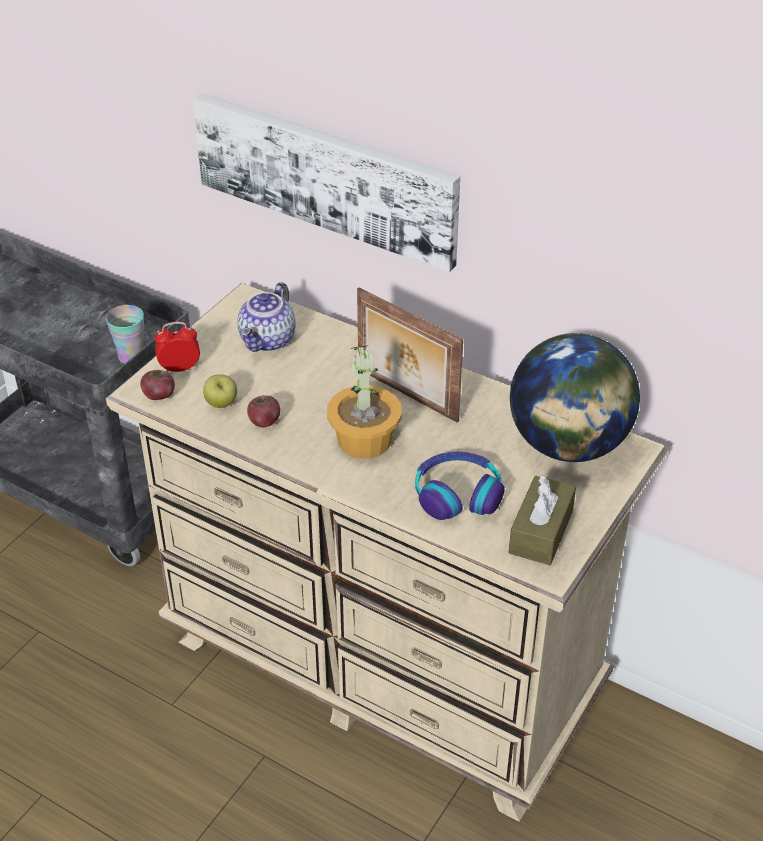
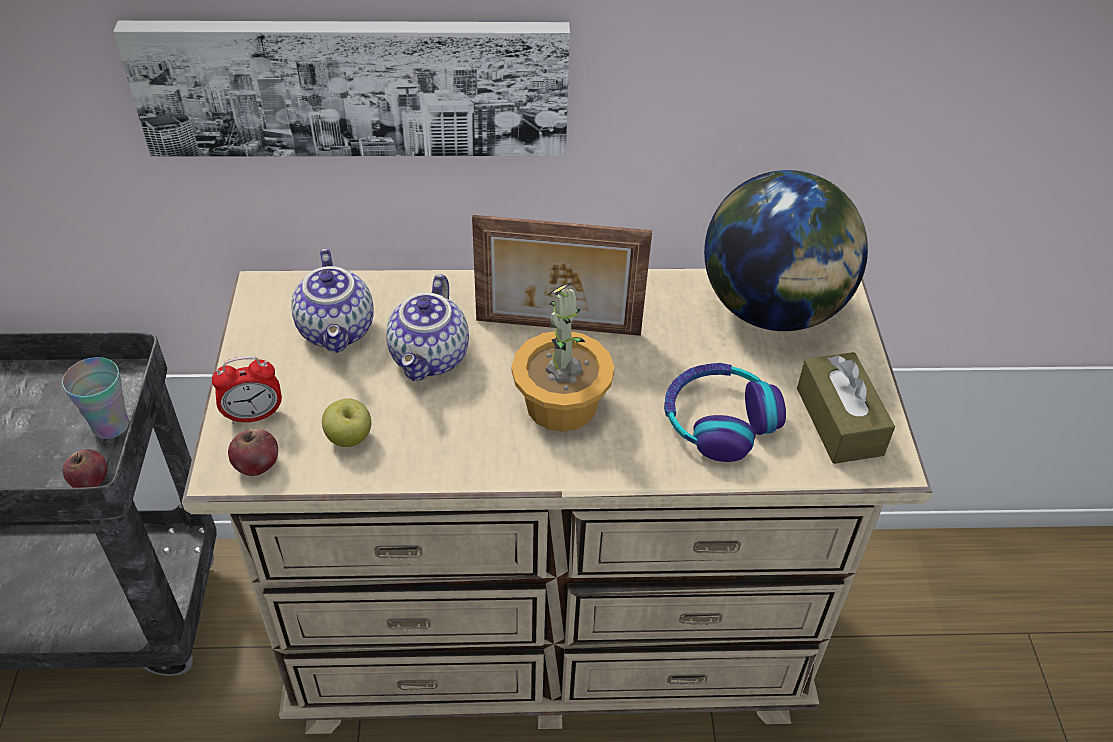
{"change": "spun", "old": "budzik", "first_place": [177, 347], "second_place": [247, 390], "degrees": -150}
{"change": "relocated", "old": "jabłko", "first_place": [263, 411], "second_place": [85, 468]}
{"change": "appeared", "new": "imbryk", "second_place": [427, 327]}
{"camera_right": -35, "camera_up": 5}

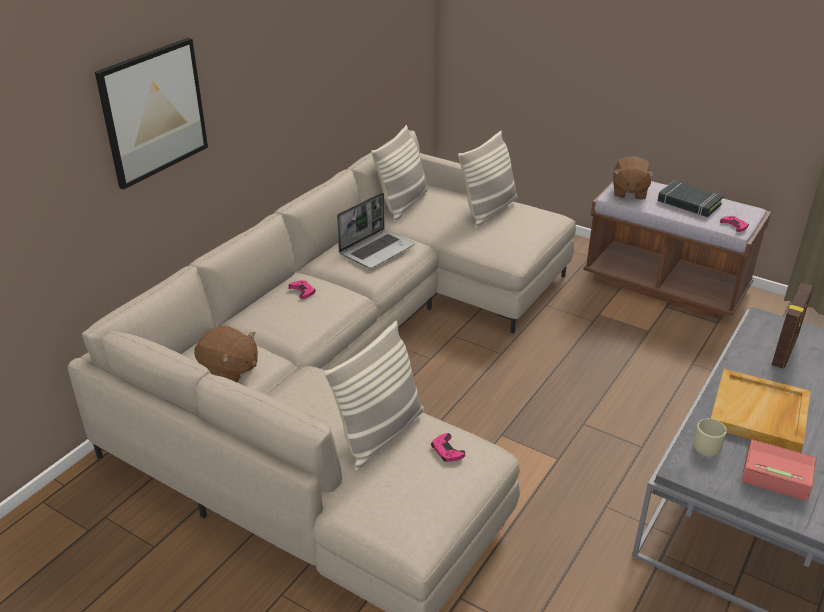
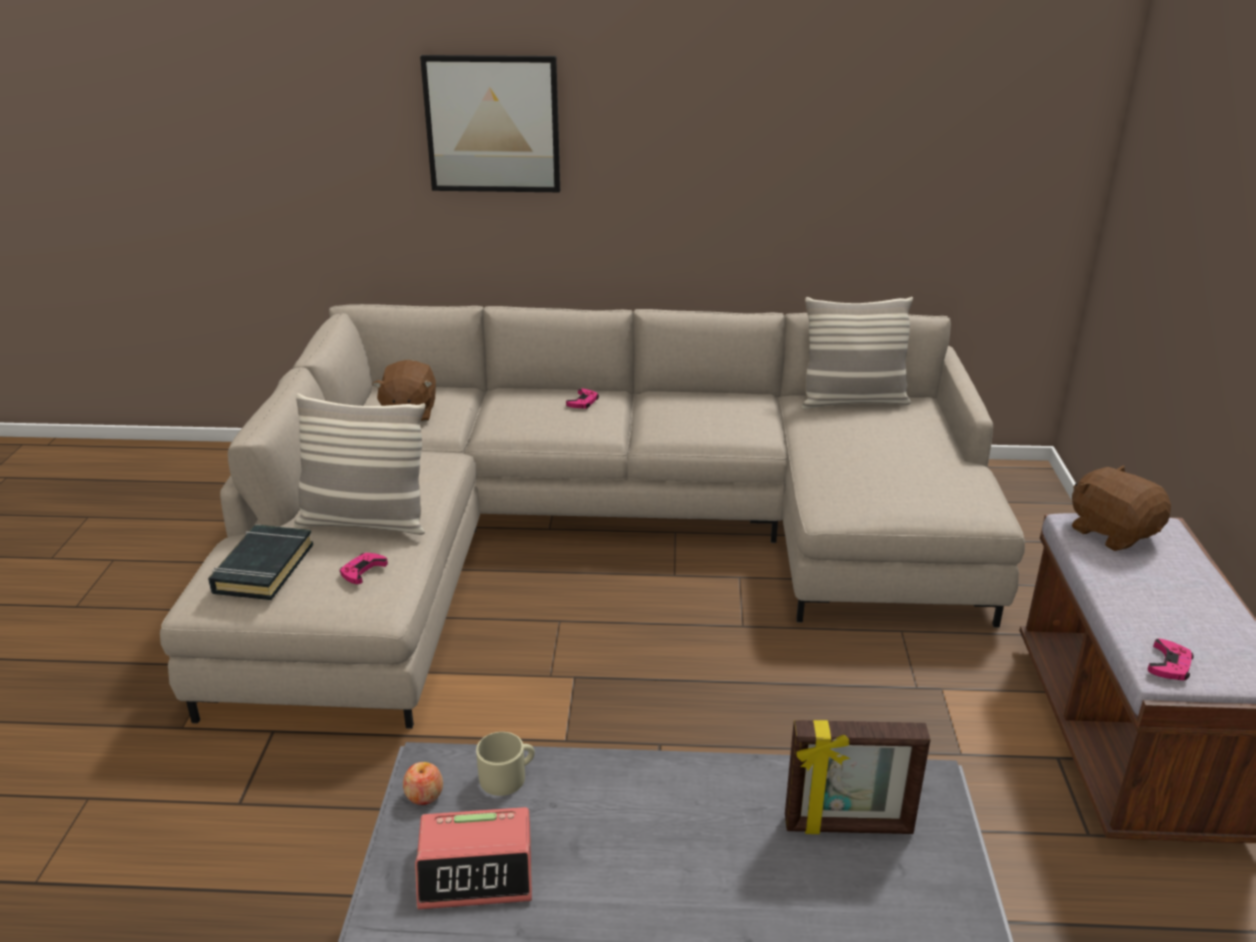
{"change": "missing", "old": "laptop", "first_place": [376, 230]}
{"change": "missing", "old": "poduszka", "first_place": [487, 179]}
{"change": "spun", "old": "pluszak/brązowy", "first_place": [634, 178], "second_place": [1121, 508], "degrees": 75}
{"change": "relocated", "old": "książka/czarny", "first_place": [690, 199], "second_place": [260, 562]}
{"change": "missing", "old": "taca/beżowy", "first_place": [761, 411]}
{"change": "spun", "old": "budzik", "first_place": [779, 470], "second_place": [473, 858], "degrees": 90}
{"change": "appeared", "new": "jabłko", "second_place": [423, 783]}
{"camera_right": 60, "camera_up": -5}

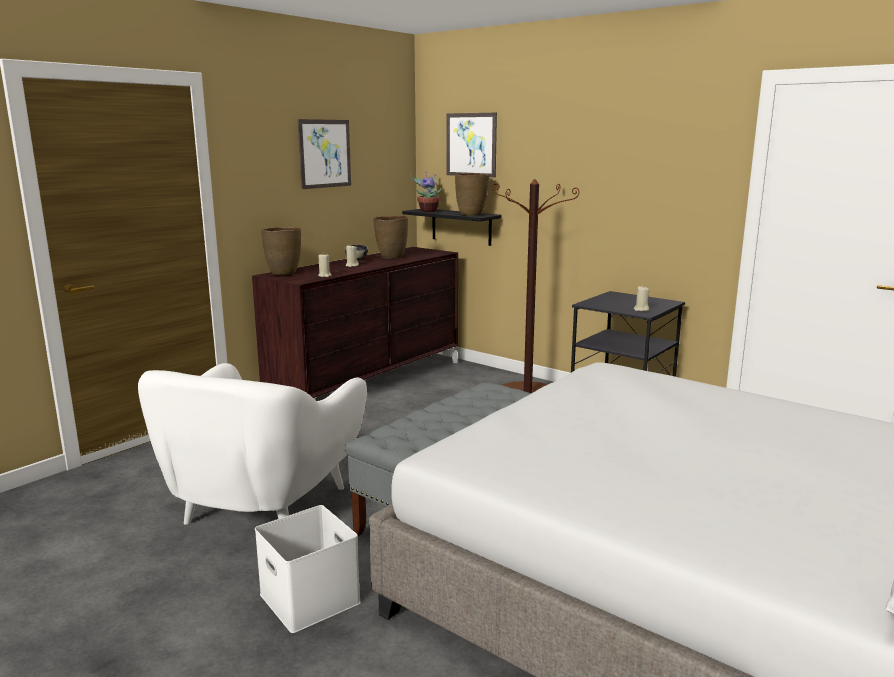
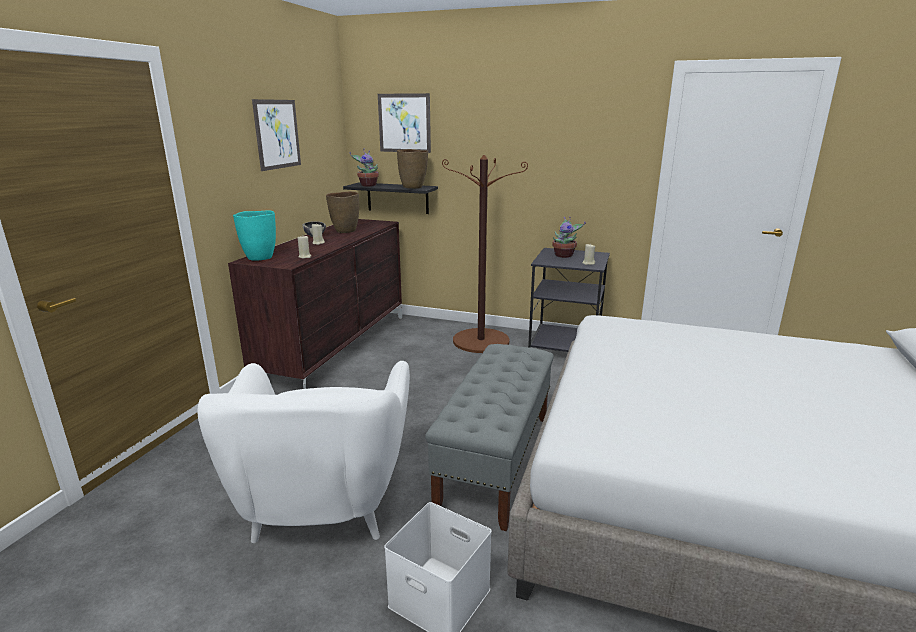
{"change": "colour", "old": "wazon/brązowy", "new": "wazon/turkusowy", "first_place": [281, 251], "second_place": [254, 235]}
{"change": "appeared", "new": "roślina doniczkowa", "second_place": [569, 237]}
{"camera_right": -20, "camera_up": 5}

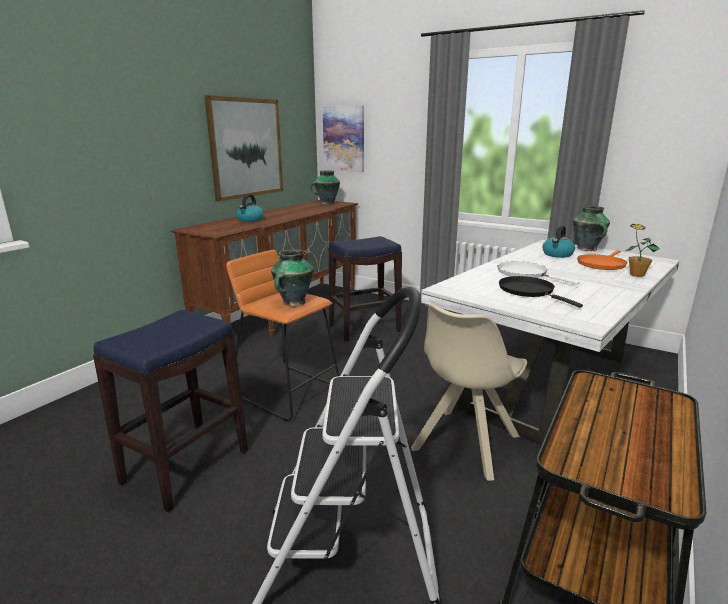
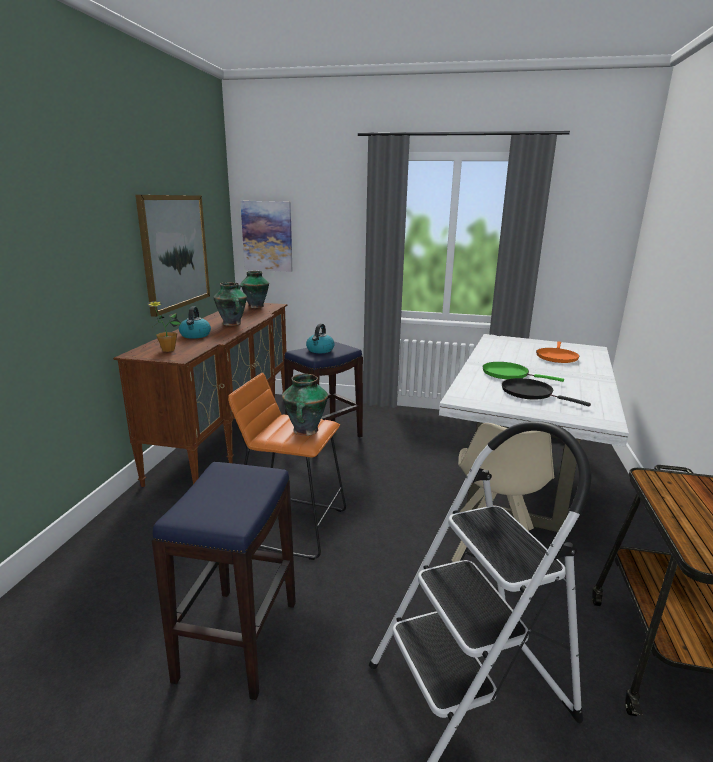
{"change": "colour", "old": "patelnia/biały", "new": "patelnia/zielony", "first_place": [538, 273], "second_place": [523, 372]}
{"change": "relocated", "old": "czajnik", "first_place": [558, 242], "second_place": [320, 338]}
{"change": "relocated", "old": "wazon", "first_place": [591, 228], "second_place": [230, 304]}
{"change": "relocated", "old": "roślina doniczkowa", "first_place": [642, 250], "second_place": [164, 326]}
{"camera_right": -20, "camera_up": 0}

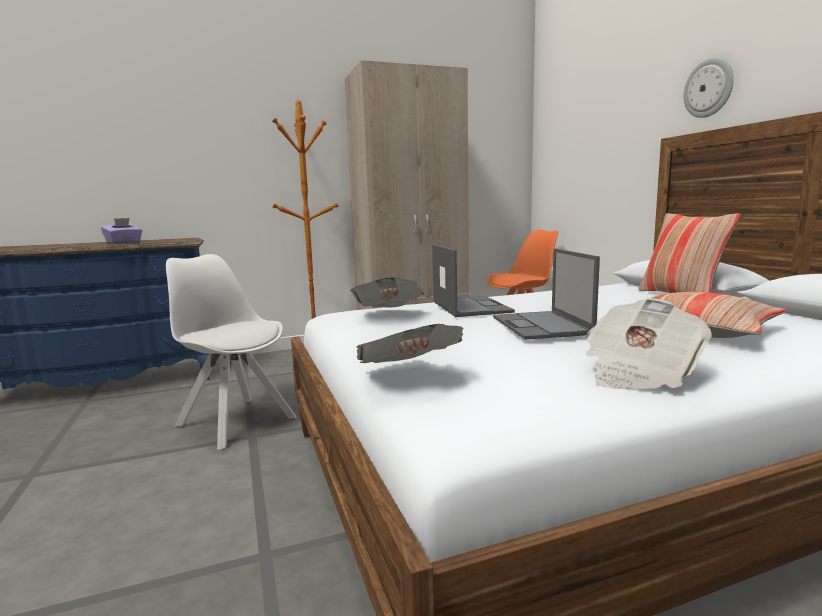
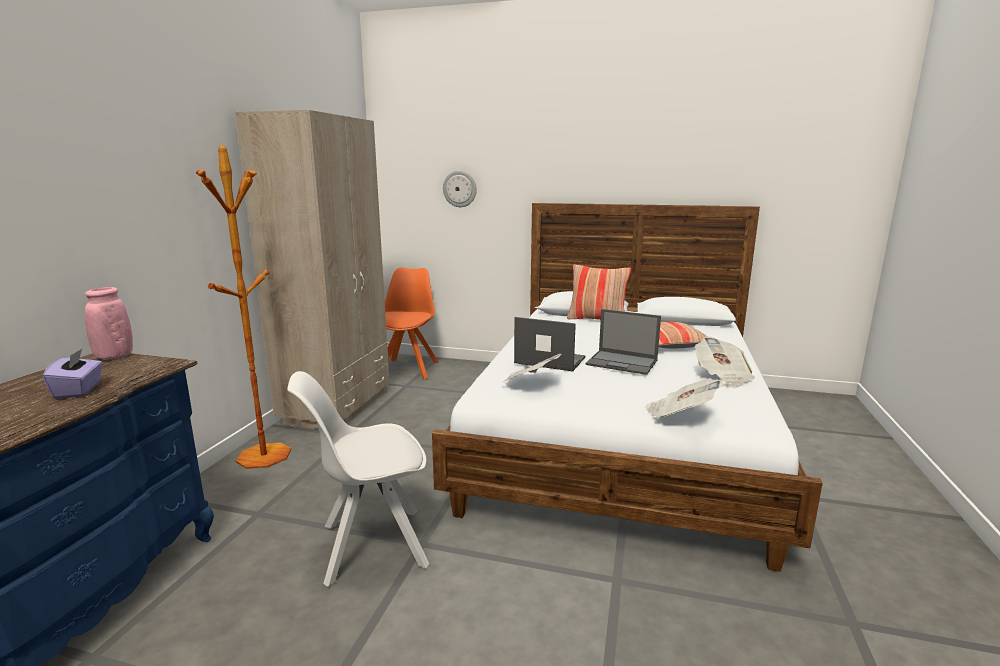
{"change": "relocated", "old": "zegar ścienny", "first_place": [709, 88], "second_place": [460, 189]}
{"change": "appeared", "new": "wazon/różowy", "second_place": [109, 323]}
{"camera_right": -55, "camera_up": 5}

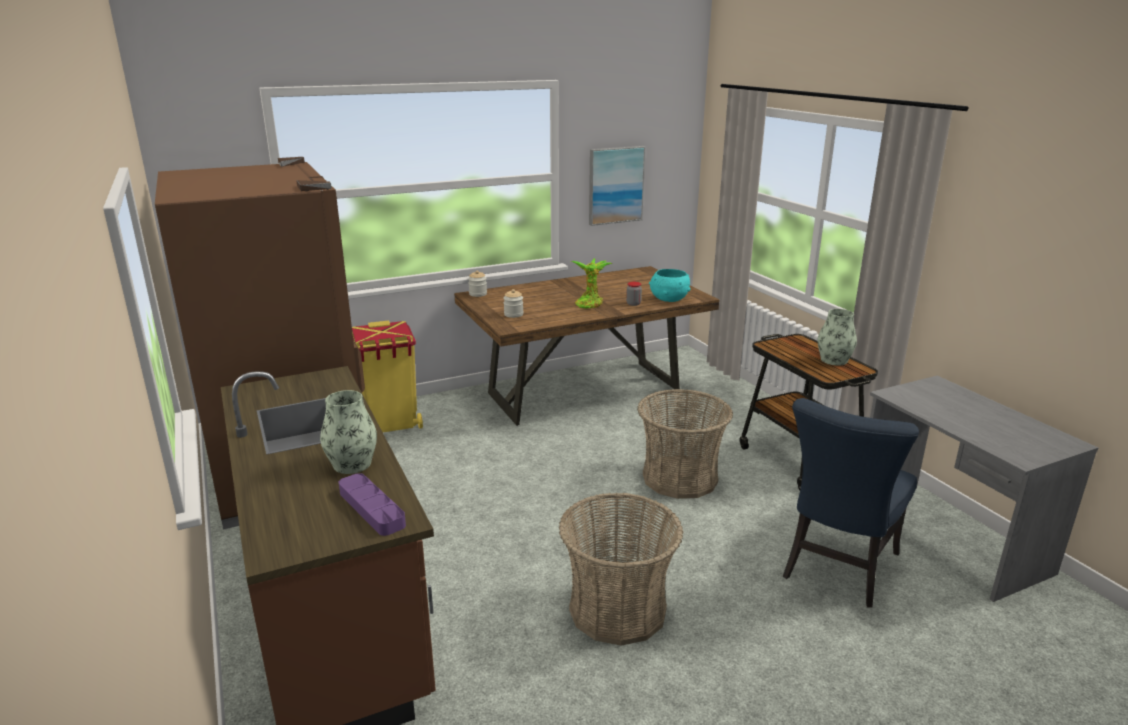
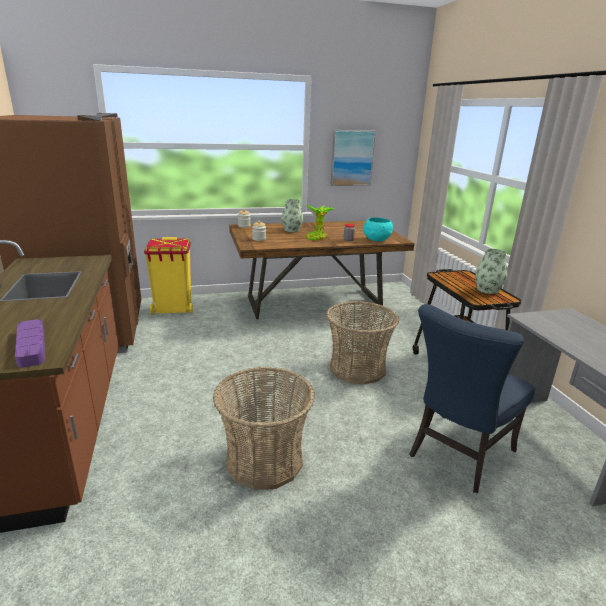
{"change": "relocated", "old": "wazon", "first_place": [348, 432], "second_place": [292, 215]}
{"camera_right": 10, "camera_up": 0}

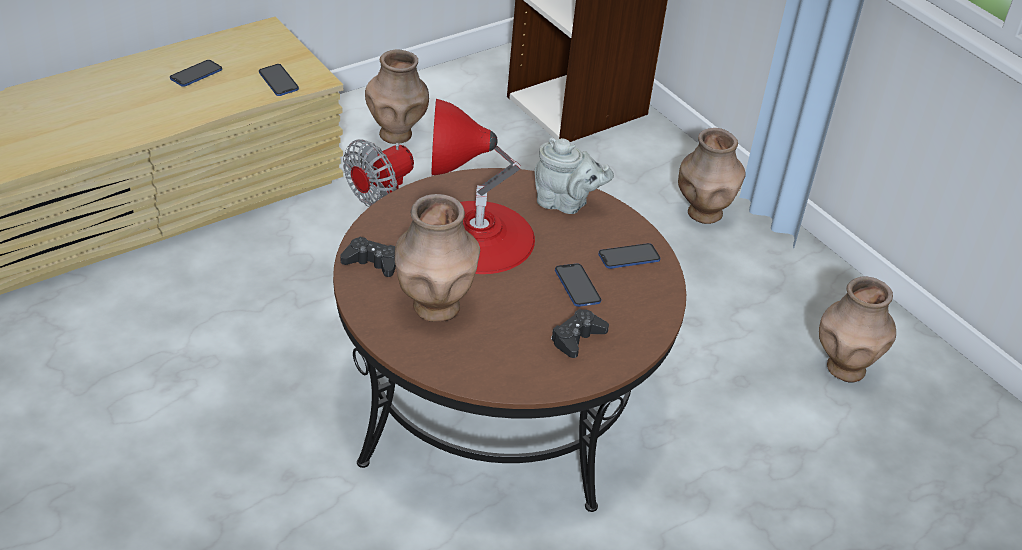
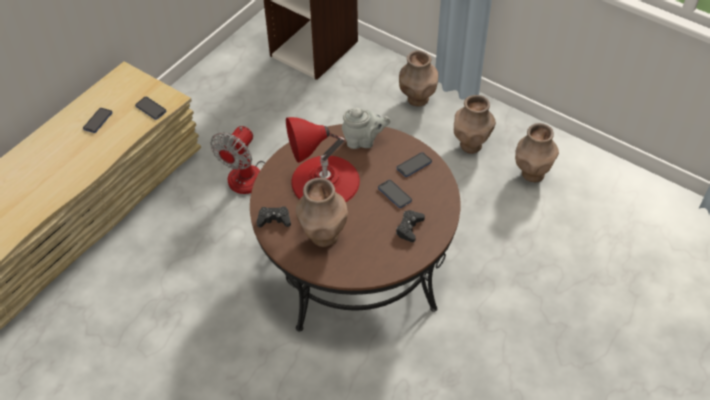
{"change": "relocated", "old": "wazon/brązowy", "first_place": [397, 97], "second_place": [475, 124]}
{"camera_right": -15, "camera_up": 10}

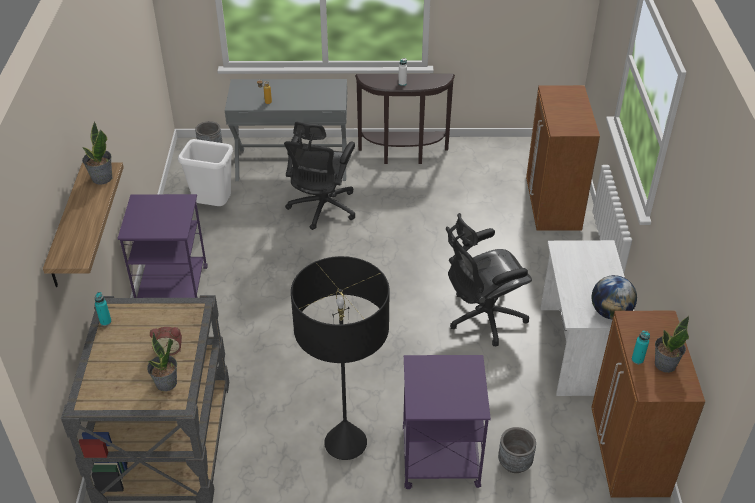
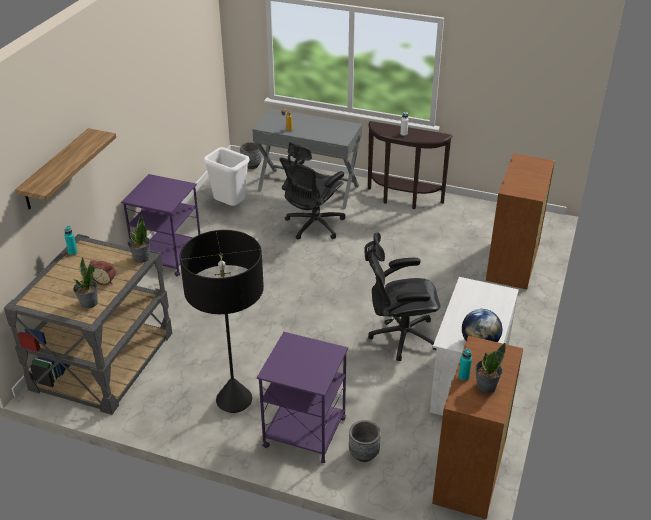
{"change": "relocated", "old": "roślina doniczkowa", "first_place": [97, 153], "second_place": [139, 238]}
{"camera_right": 20, "camera_up": -5}

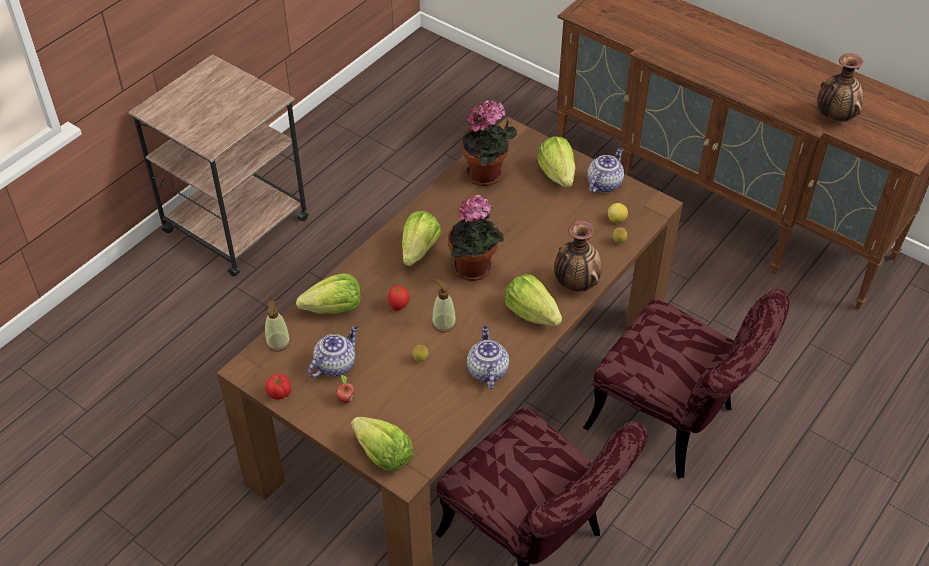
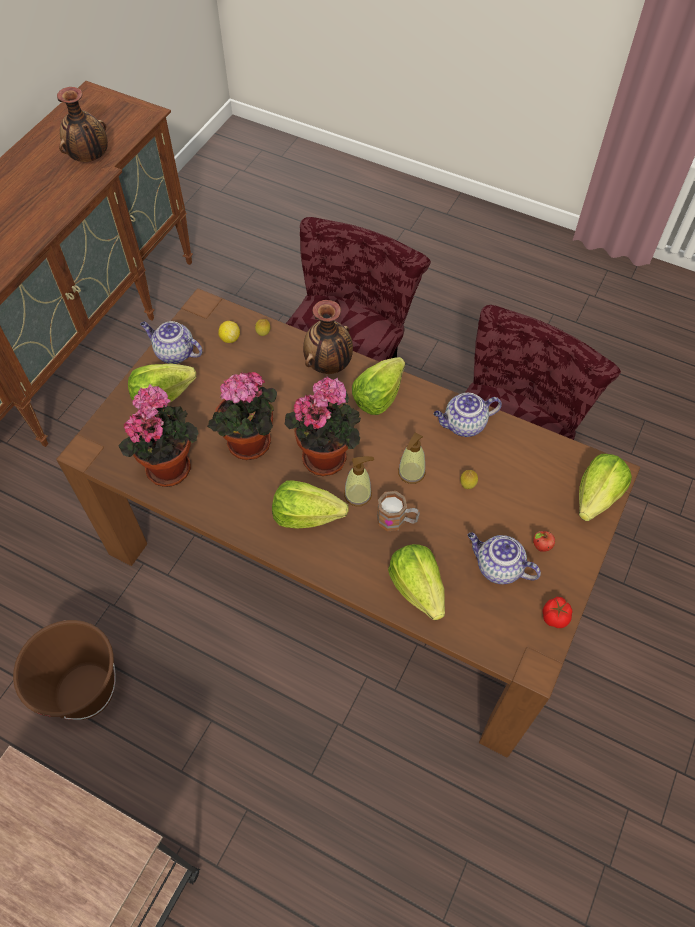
{"change": "relocated", "old": "dozownik mydła", "first_place": [278, 326], "second_place": [359, 481]}
{"change": "exchanged", "old": "pomidor", "new": "kubek", "first_place": [399, 298], "second_place": [398, 511]}
{"change": "appeared", "new": "wiadro/brązowy", "second_place": [64, 670]}
{"change": "appeared", "new": "roślina doniczkowa", "second_place": [242, 416]}
{"camera_right": -100, "camera_up": 10}

